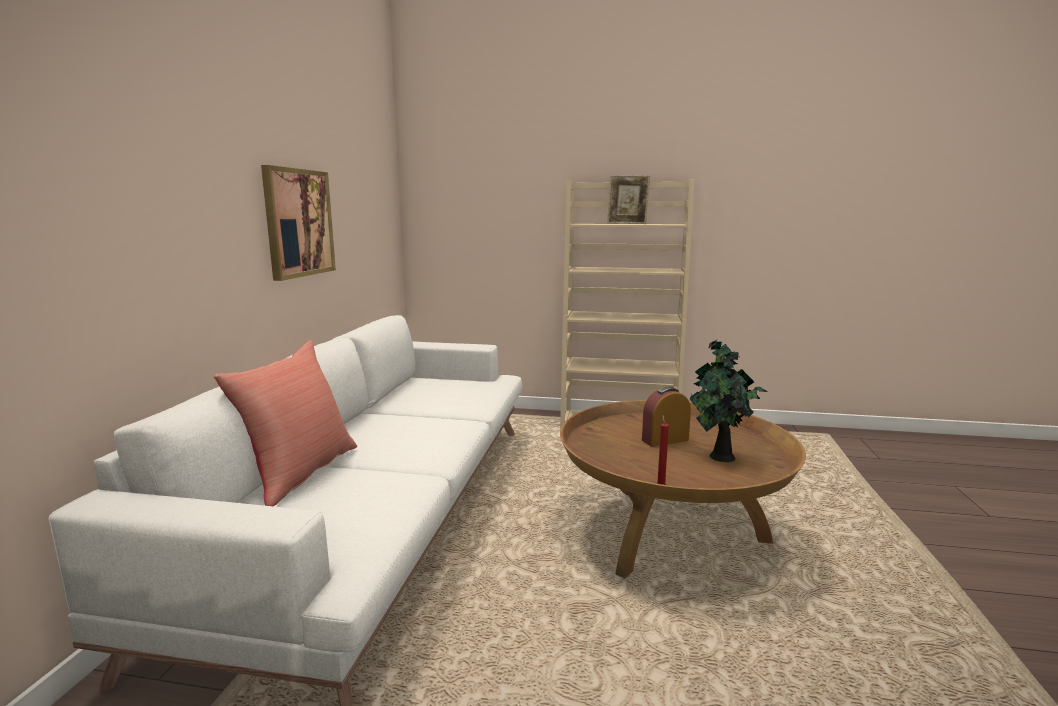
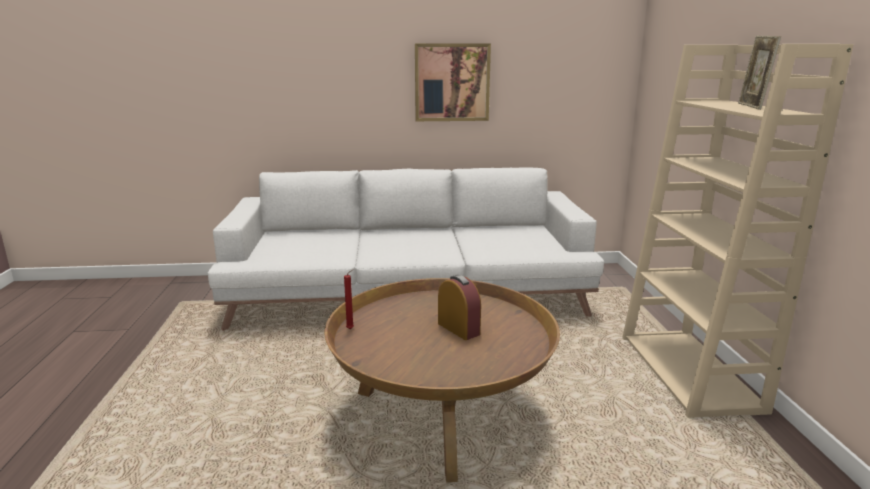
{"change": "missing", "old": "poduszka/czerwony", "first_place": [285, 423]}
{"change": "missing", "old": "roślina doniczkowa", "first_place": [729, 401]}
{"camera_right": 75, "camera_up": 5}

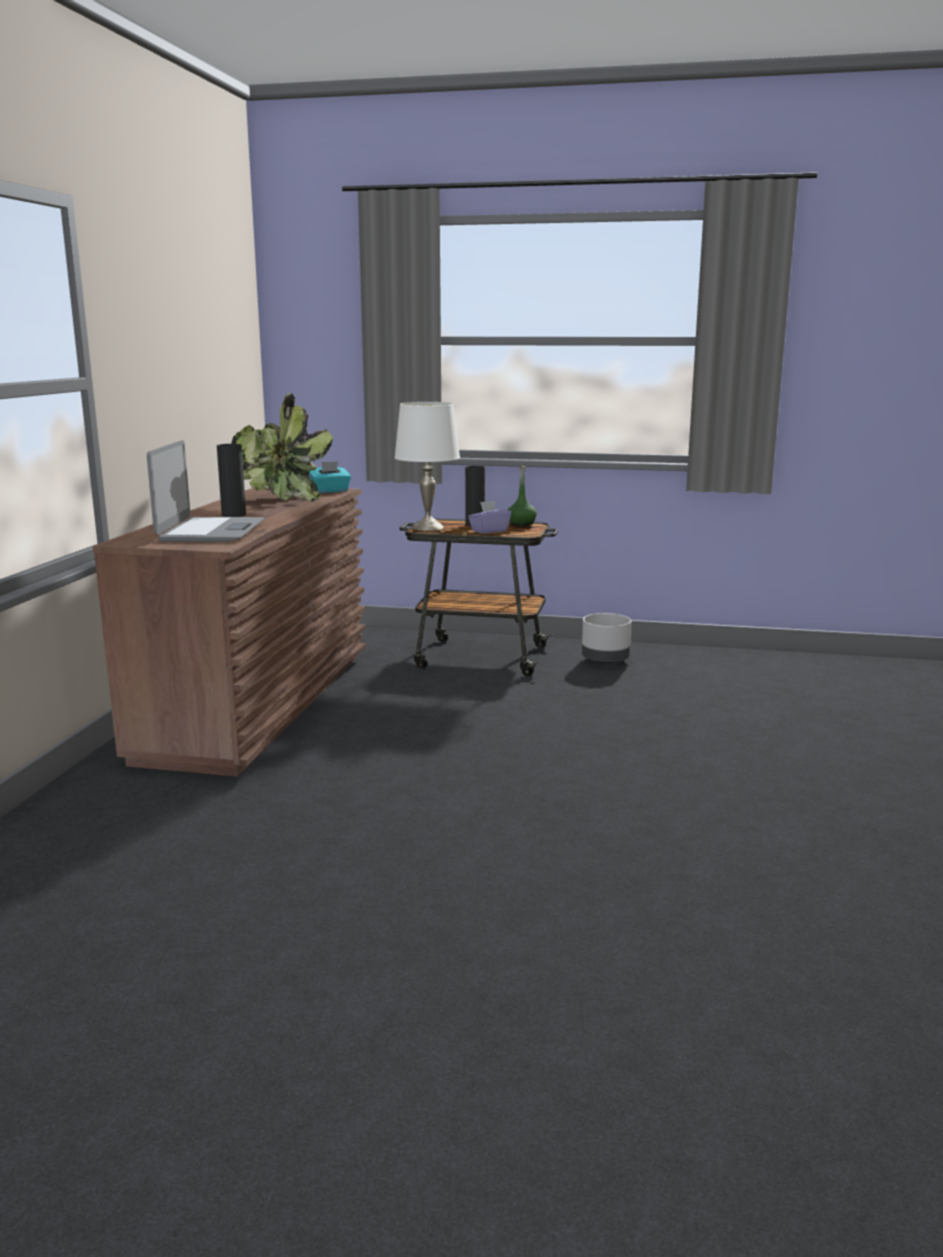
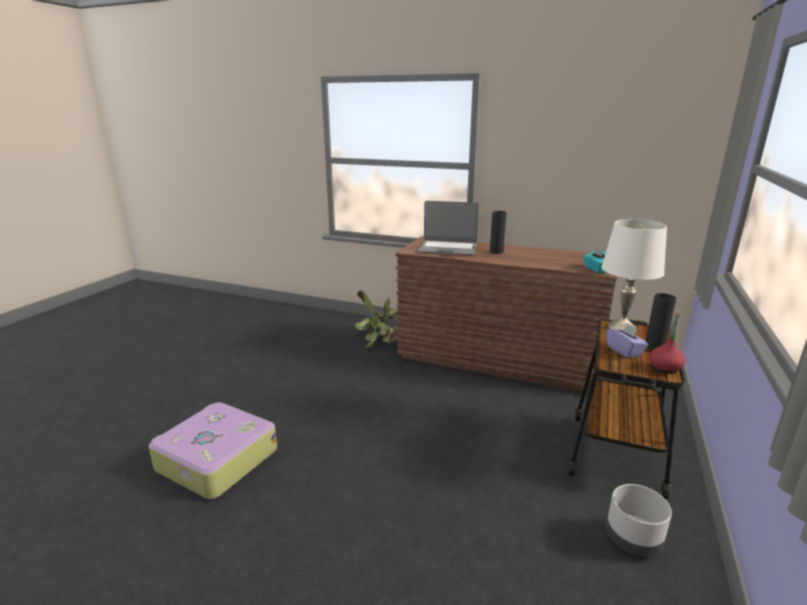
{"change": "relocated", "old": "roślina doniczkowa", "first_place": [282, 447], "second_place": [376, 319]}
{"change": "colour", "old": "butelka/zielony", "new": "butelka/czerwony", "first_place": [522, 496], "second_place": [667, 342]}
{"change": "appeared", "new": "walizka", "second_place": [213, 450]}
{"camera_right": 100, "camera_up": 5}

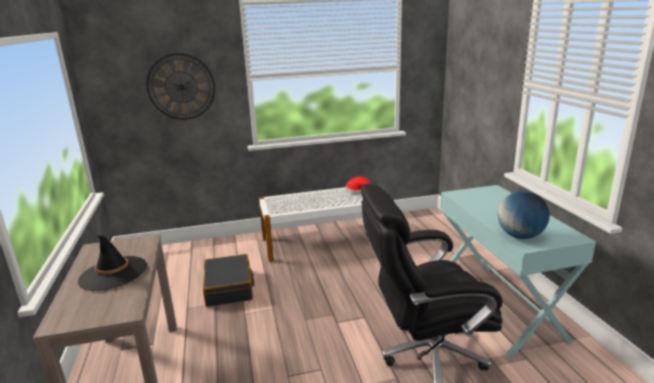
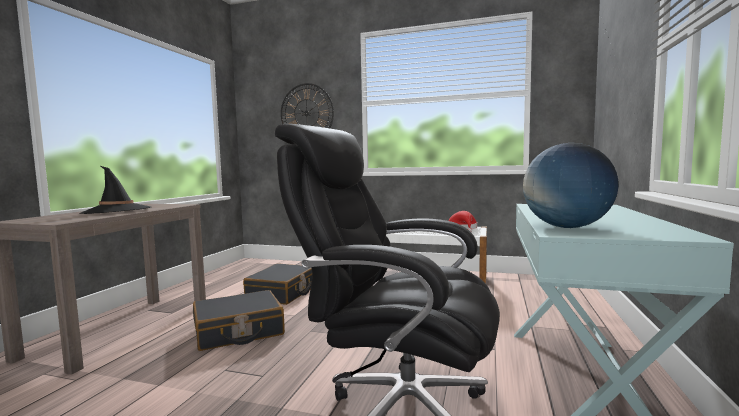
{"change": "appeared", "new": "walizka/czarny", "second_place": [239, 320]}
{"camera_right": 30, "camera_up": -15}

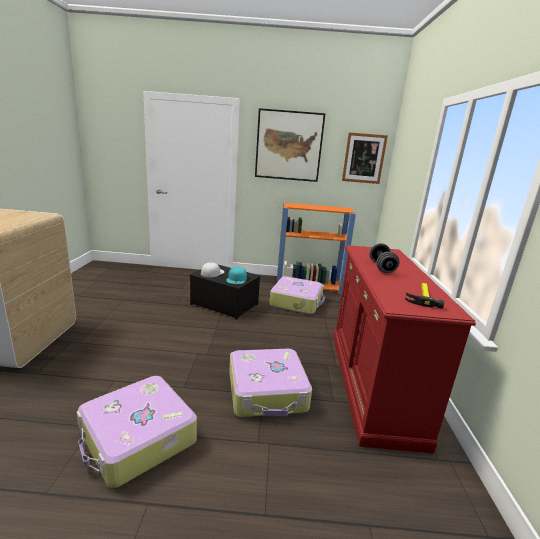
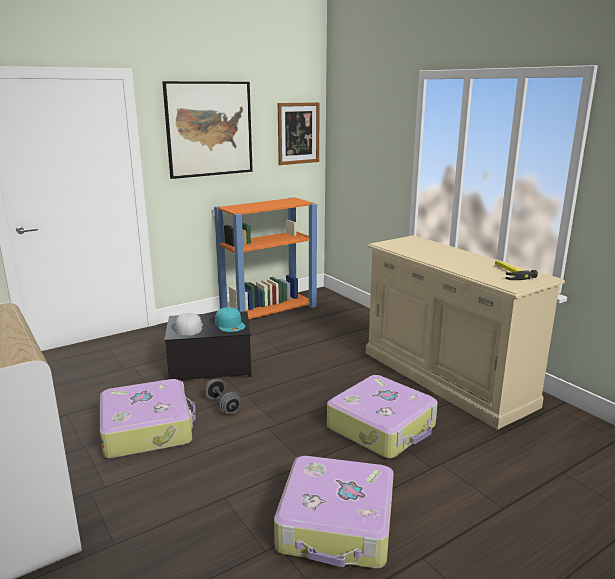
{"change": "relocated", "old": "walizka", "first_place": [297, 295], "second_place": [148, 419]}
{"change": "colour", "old": "szafka/czerwony", "new": "szafka/beżowy", "first_place": [404, 349], "second_place": [465, 332]}
{"change": "relocated", "old": "hantel/szary", "first_place": [385, 258], "second_place": [223, 396]}
{"camera_right": -35, "camera_up": 0}

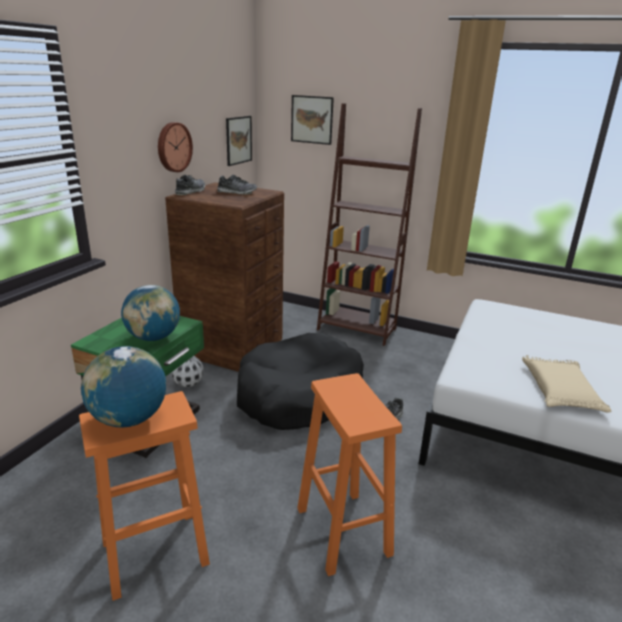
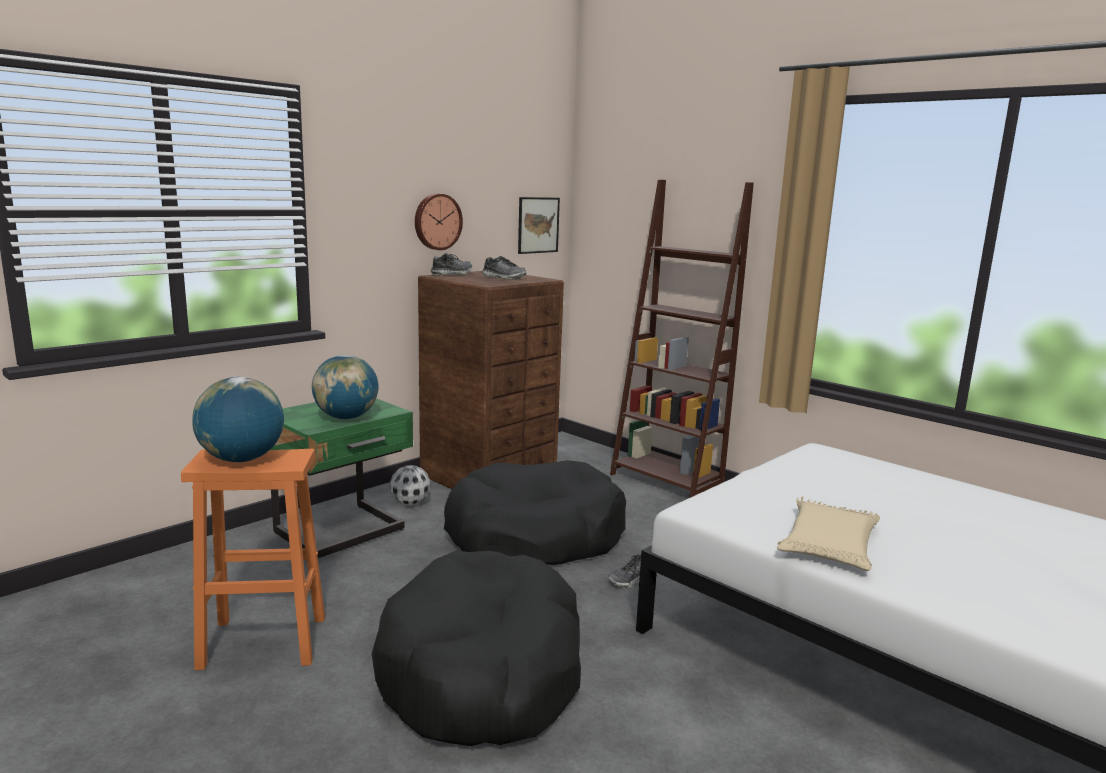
{"change": "missing", "old": "obraz", "first_place": [312, 120]}
{"change": "exchanged", "old": "stołek/pomarańczowy", "new": "legowisko/czarny", "first_place": [349, 474], "second_place": [476, 648]}
{"camera_right": 20, "camera_up": -10}

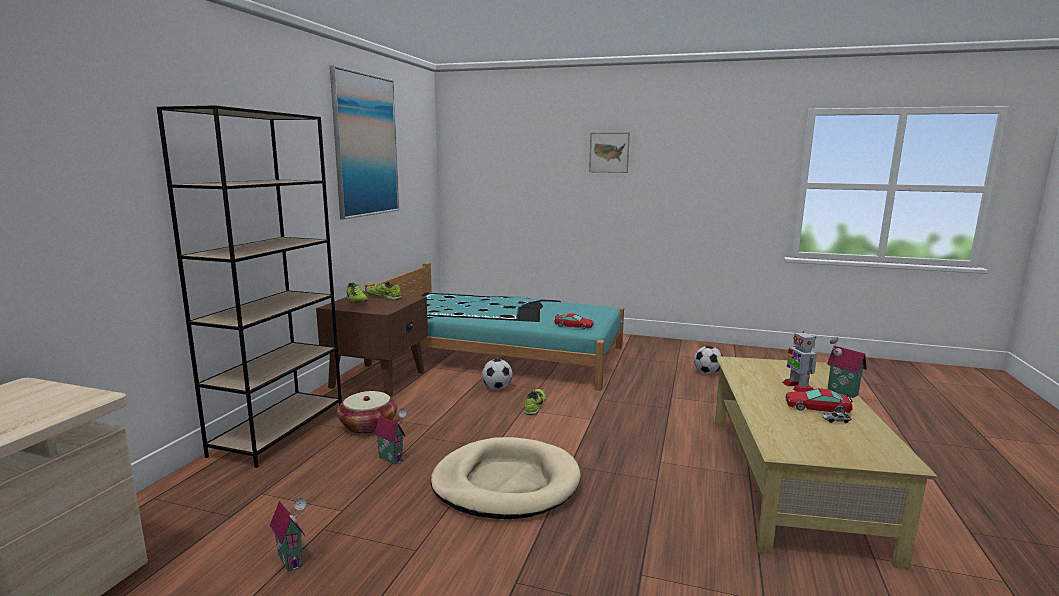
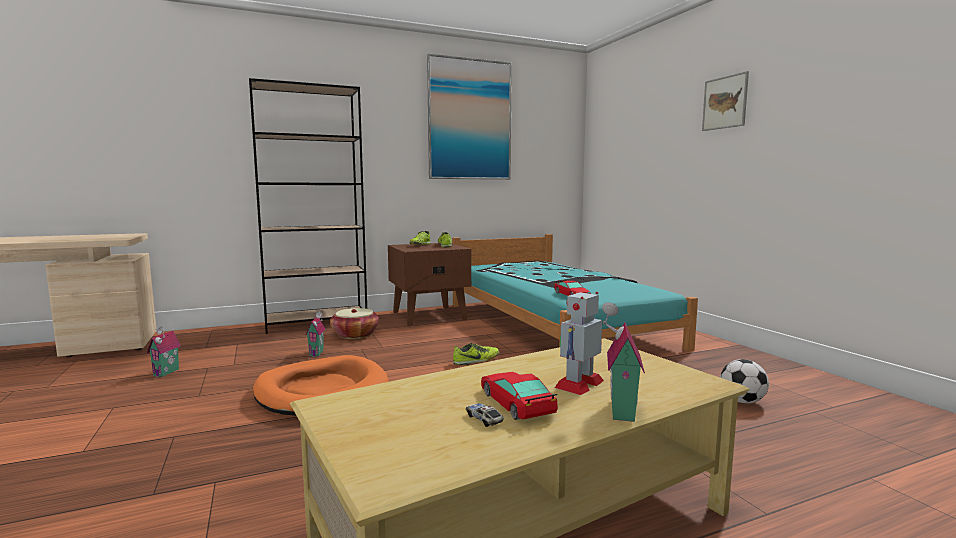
{"change": "colour", "old": "legowisko/beżowy", "new": "legowisko/pomarańczowy", "first_place": [506, 478], "second_place": [321, 385]}
{"change": "missing", "old": "piłka futbolowa", "first_place": [497, 374]}
{"camera_right": 50, "camera_up": -5}

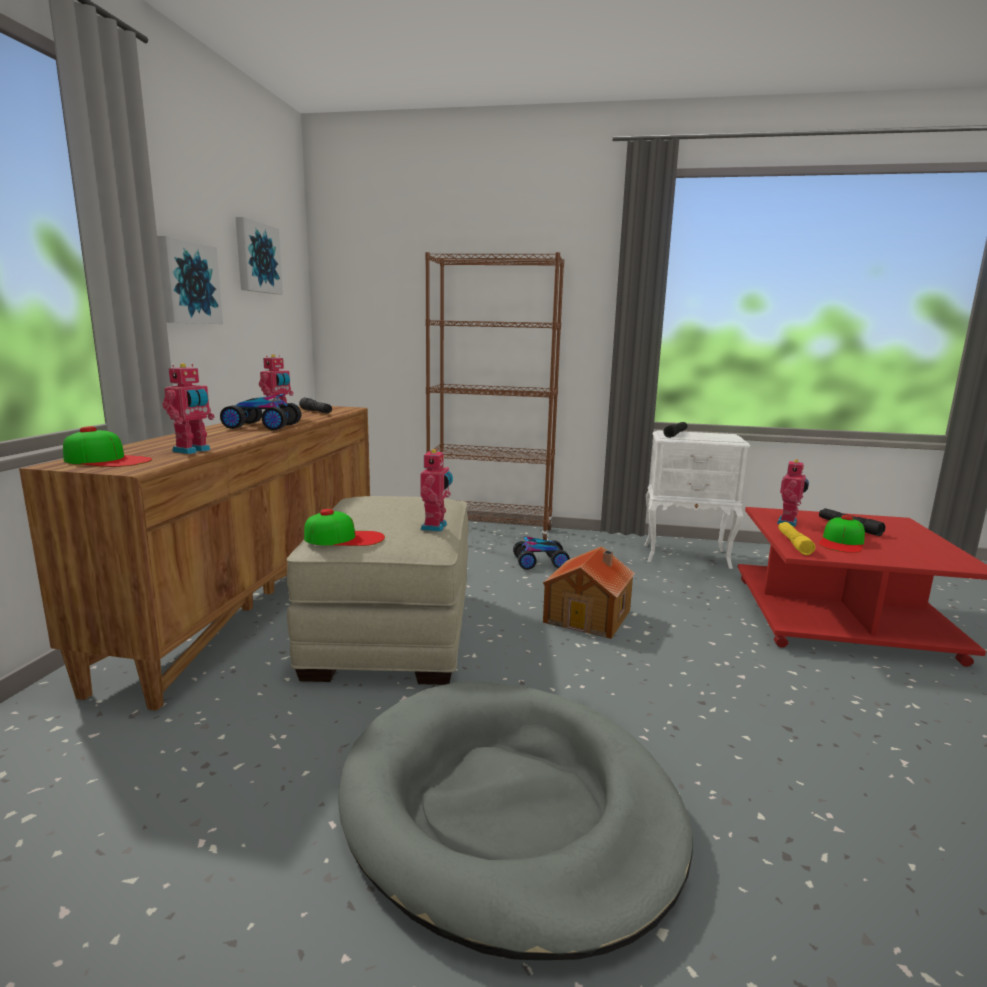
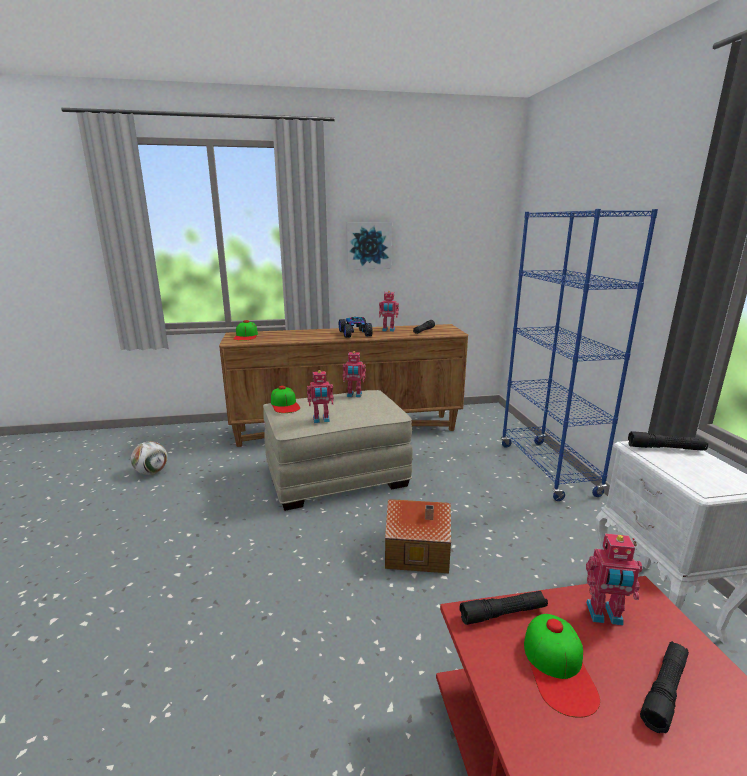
{"change": "relocated", "old": "robot zabawkowy", "first_place": [188, 408], "second_place": [354, 374]}
{"change": "missing", "old": "obraz", "first_place": [259, 255]}
{"change": "missing", "old": "legowisko/szary", "first_place": [515, 821]}
{"change": "colour", "old": "regał/brązowy", "new": "regał/niebieski", "first_place": [494, 396], "second_place": [579, 355]}
{"change": "missing", "old": "samochodzik", "first_place": [541, 553]}
{"change": "colour", "old": "latarka/żółty", "new": "latarka/czarny", "first_place": [797, 538], "second_place": [503, 608]}
{"change": "spun", "old": "czapka z daszkiem", "first_place": [842, 534], "second_place": [562, 666], "degrees": -105}
{"change": "appeared", "new": "piłka futbolowa", "second_place": [149, 458]}
{"camera_right": 70, "camera_up": 5}

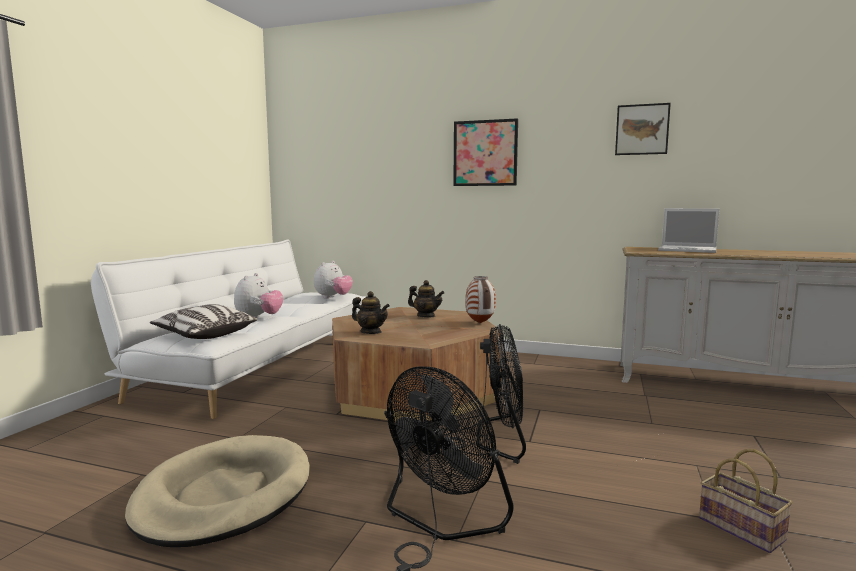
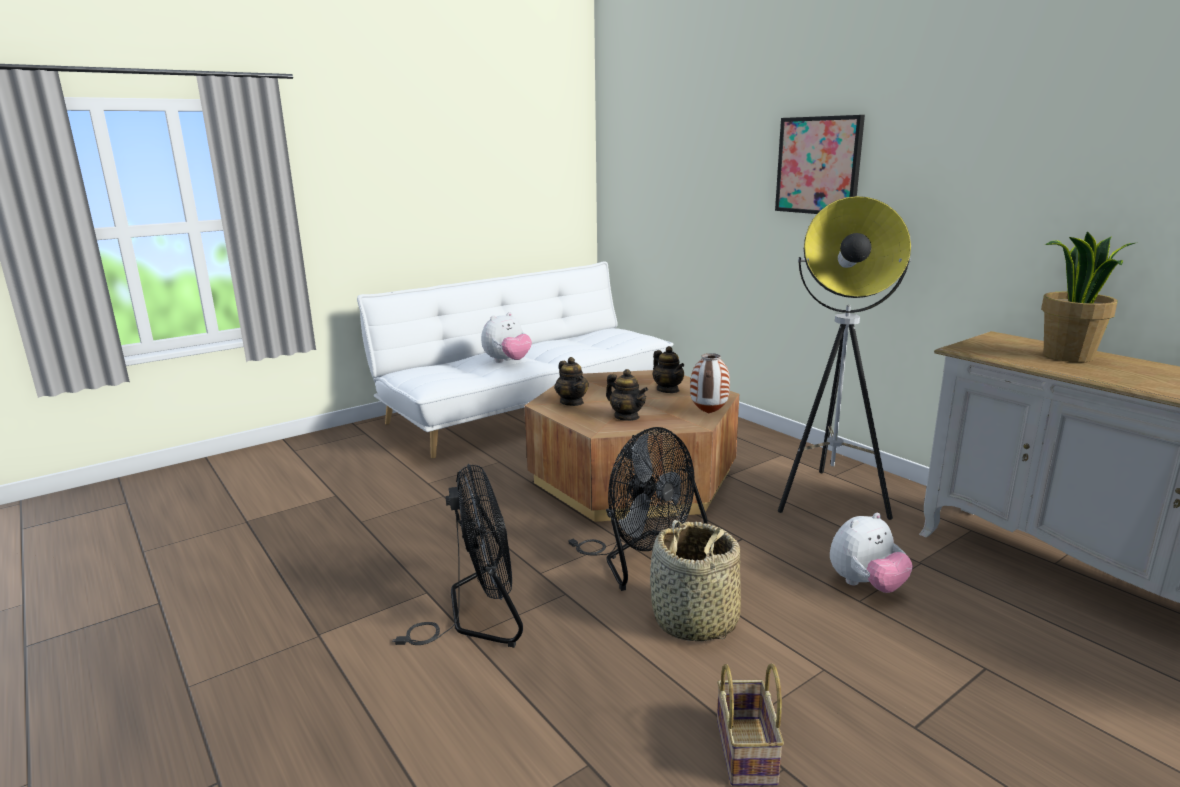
{"change": "missing", "old": "legowisko/beżowy", "first_place": [217, 491]}
{"change": "missing", "old": "poduszka", "first_place": [203, 321]}
{"change": "relocated", "old": "pluszak", "first_place": [333, 280], "second_place": [871, 553]}
{"change": "missing", "old": "obraz", "first_place": [643, 129]}
{"change": "exchanged", "old": "laptop", "new": "roślina doniczkowa", "first_place": [689, 230], "second_place": [1088, 296]}
{"change": "appeared", "new": "imbryk", "second_place": [627, 395]}
{"change": "appeared", "new": "koszyk", "second_place": [695, 580]}
{"change": "appeared", "new": "lampa stojąca", "second_place": [844, 358]}
{"camera_right": 35, "camera_up": 10}

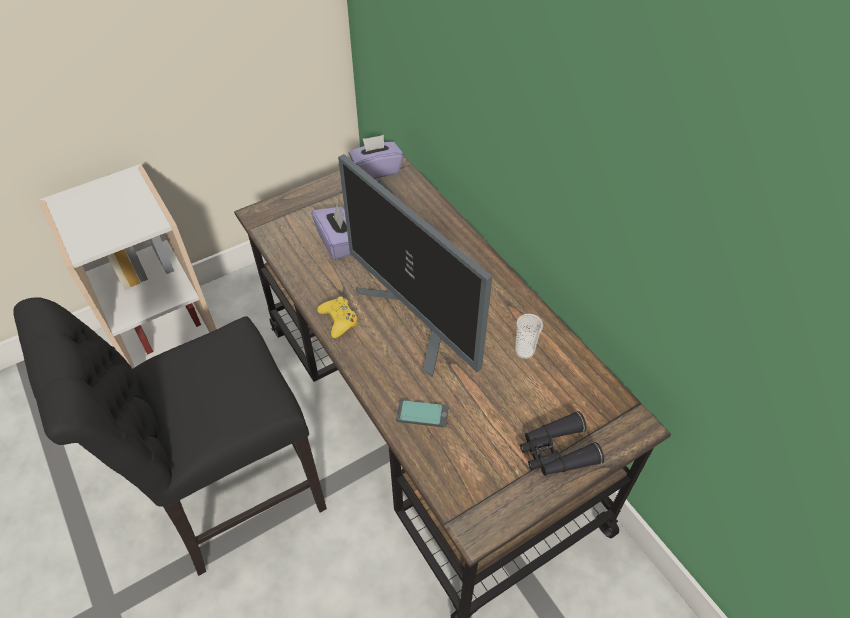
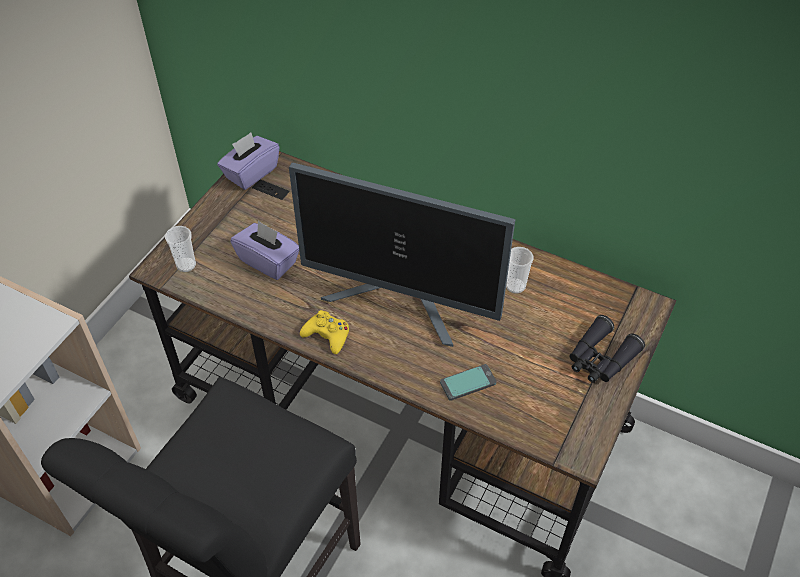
{"change": "appeared", "new": "filiżanka", "second_place": [180, 249]}
{"camera_right": -30, "camera_up": 0}

